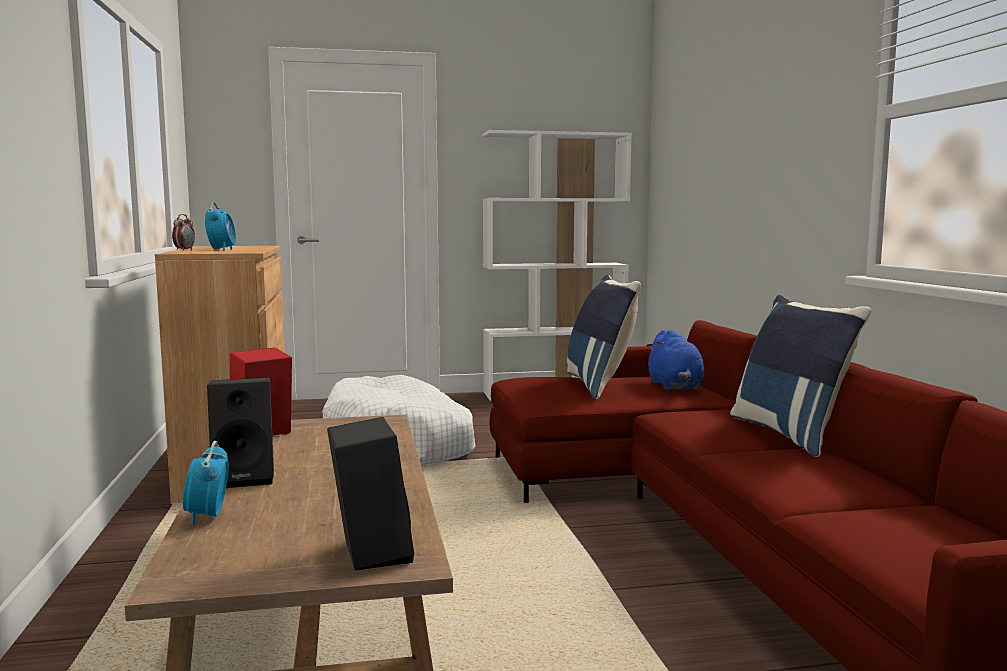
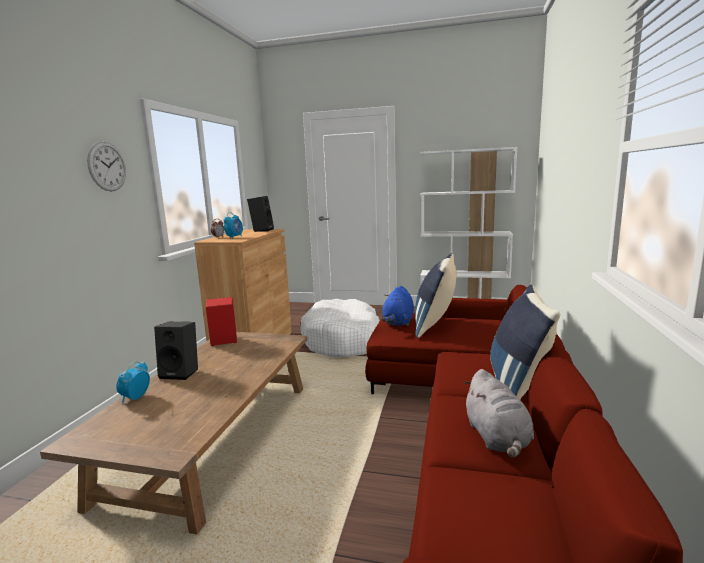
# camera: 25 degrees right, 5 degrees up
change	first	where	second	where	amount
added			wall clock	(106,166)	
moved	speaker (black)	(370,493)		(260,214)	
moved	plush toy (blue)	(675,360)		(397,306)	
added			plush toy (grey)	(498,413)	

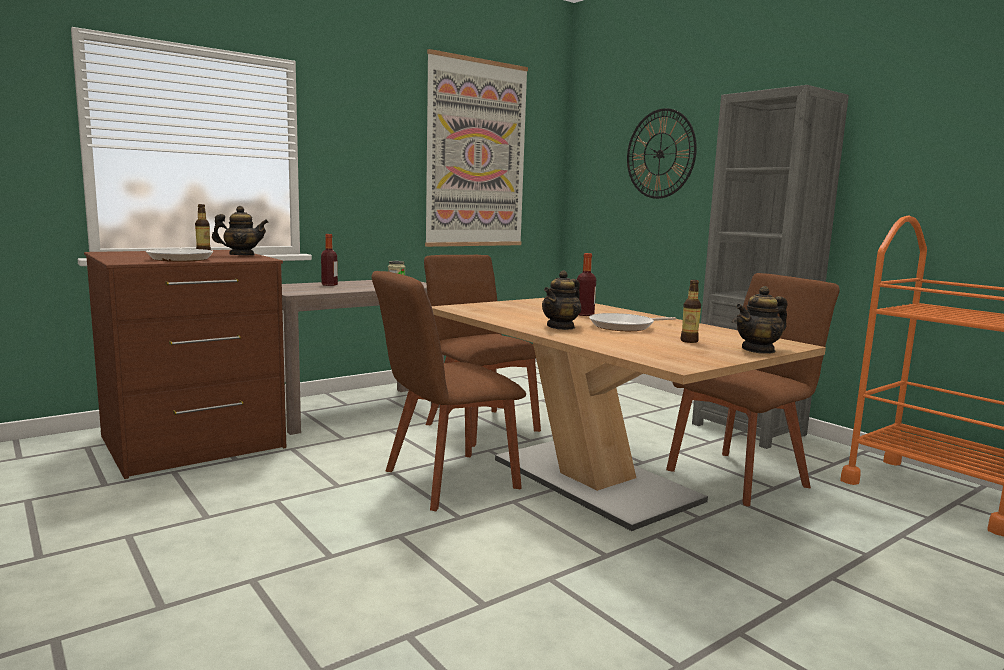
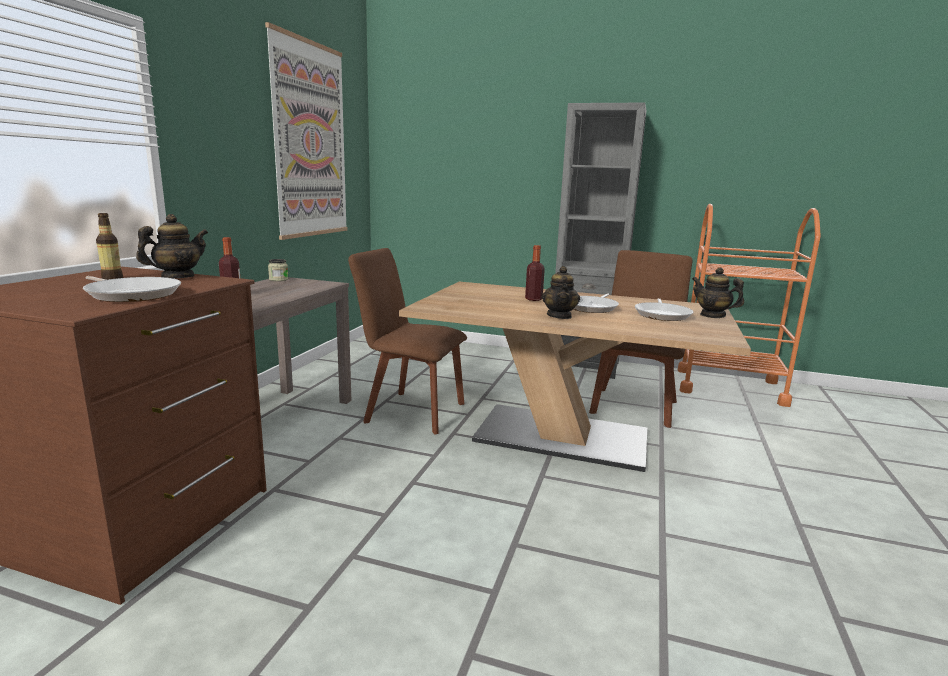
# camera: 35 degrees left, 5 degrees up
change	first	where	second	where	amount
replaced	bottle	(690,311)	frying pan	(664,309)	
turned	teapot	(761,320)		(718,292)	105 degrees clockwise
removed	chair (brown)	(449,391)			
removed	wall clock	(662,153)			

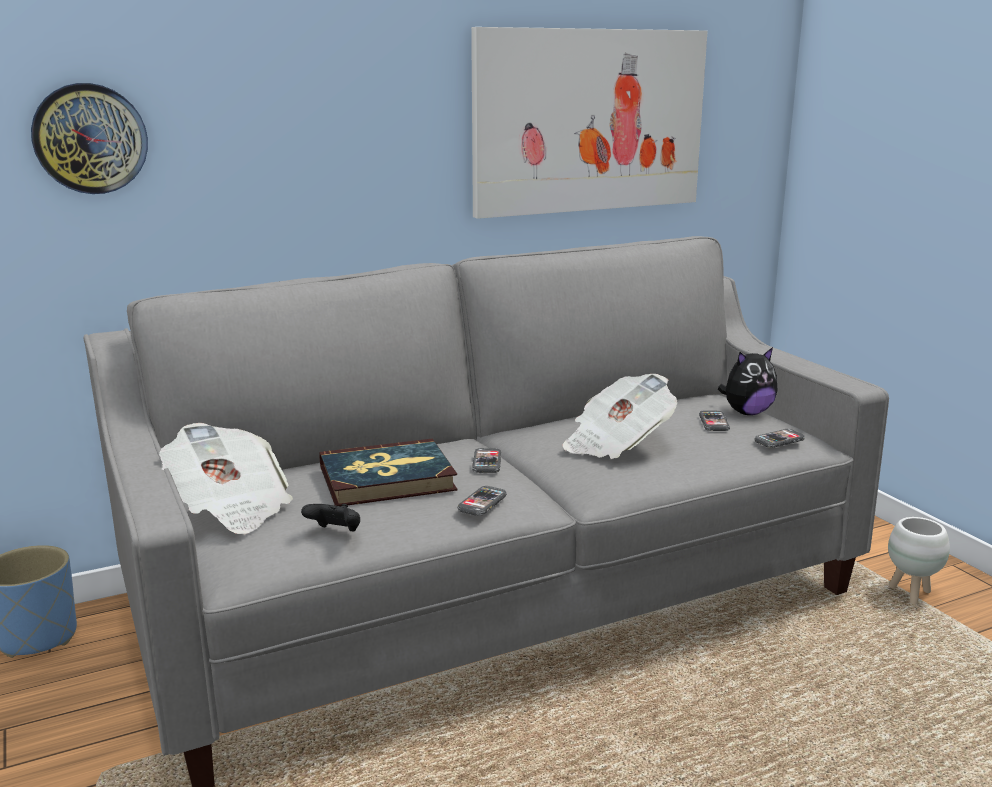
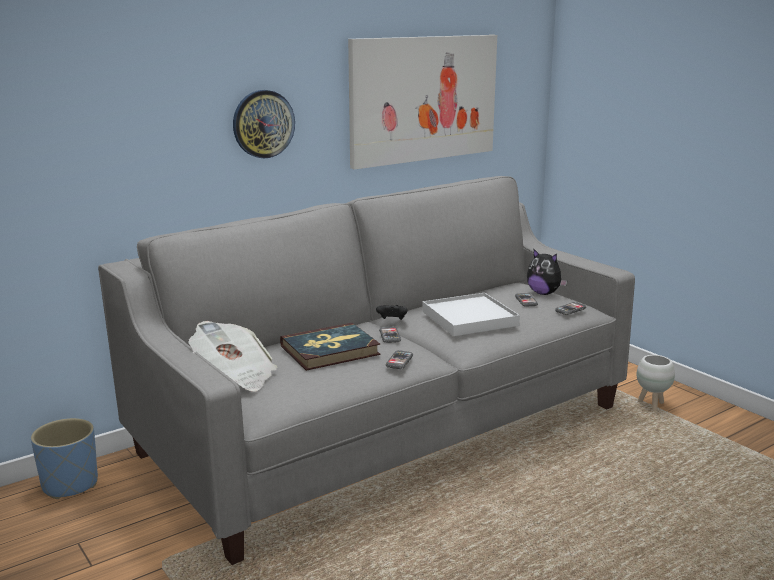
# camera: 10 degrees left, 0 degrees up
change	first	where	second	where	amount
moved	wall clock	(89,138)		(264,124)	
moved	game controller (black)	(330,518)		(391,312)	
replaced	newspaper	(619,416)	tray (white)	(471,314)	
turned	plush toy	(747,381)		(547,272)	75 degrees clockwise

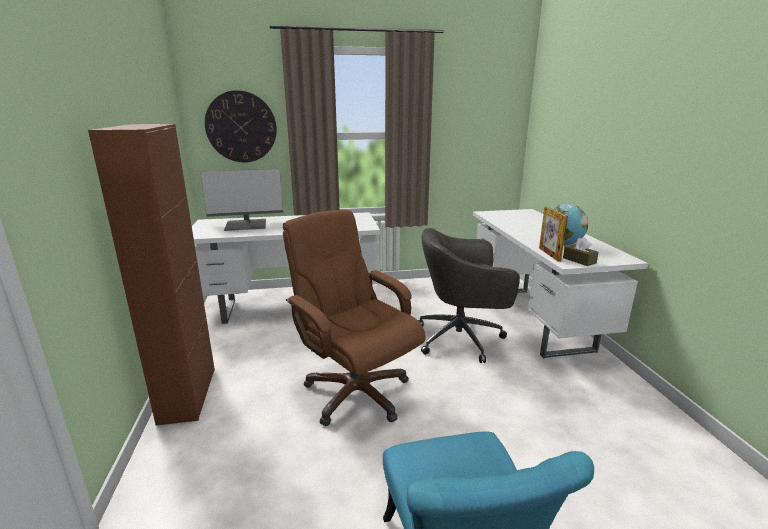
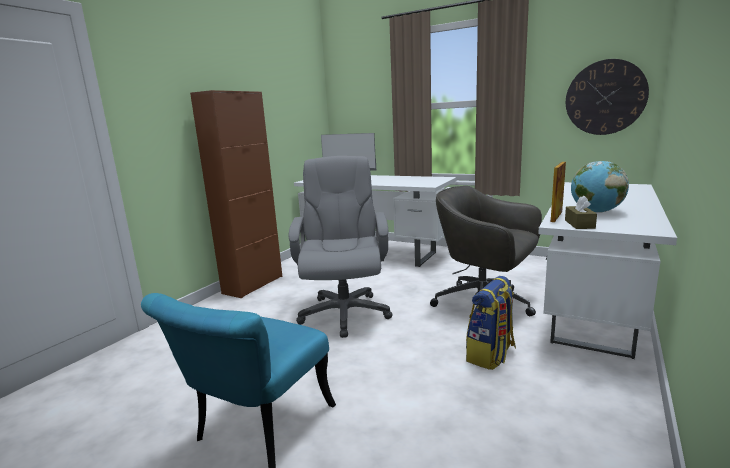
# camera: 40 degrees right, 5 degrees down
change	first	where	second	where	amount
recoloured	office chair (brown)	(354,317)	office chair (grey)	(341,247)	
added			backpack	(491,323)	
moved	wall clock	(241,126)		(607,97)	

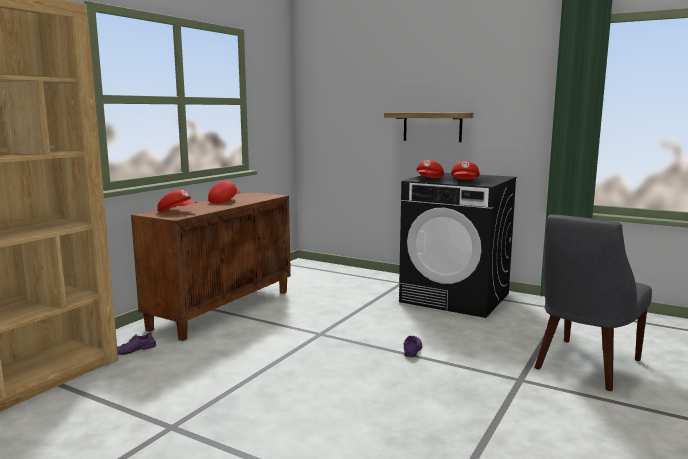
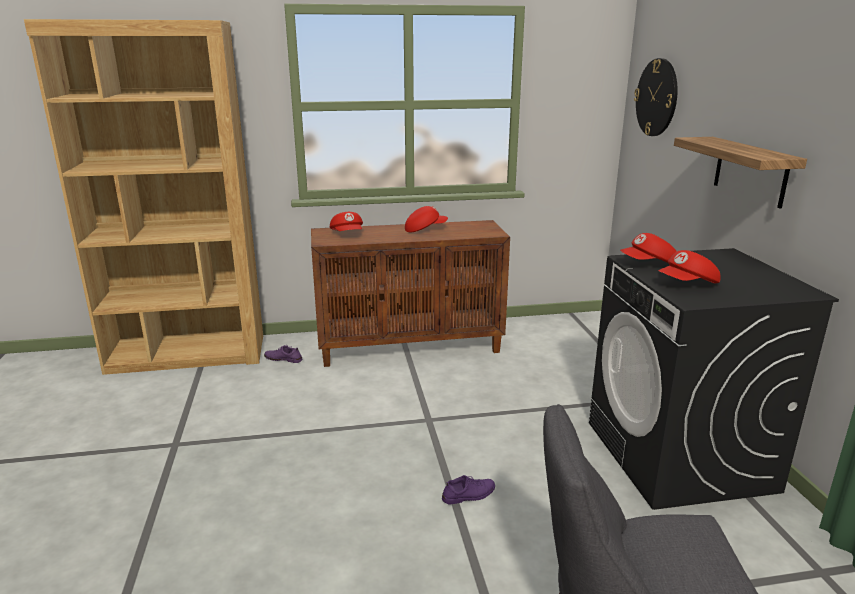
# camera: 50 degrees right, 10 degrees up
change	first	where	second	where	amount
added			wall clock	(656,97)	

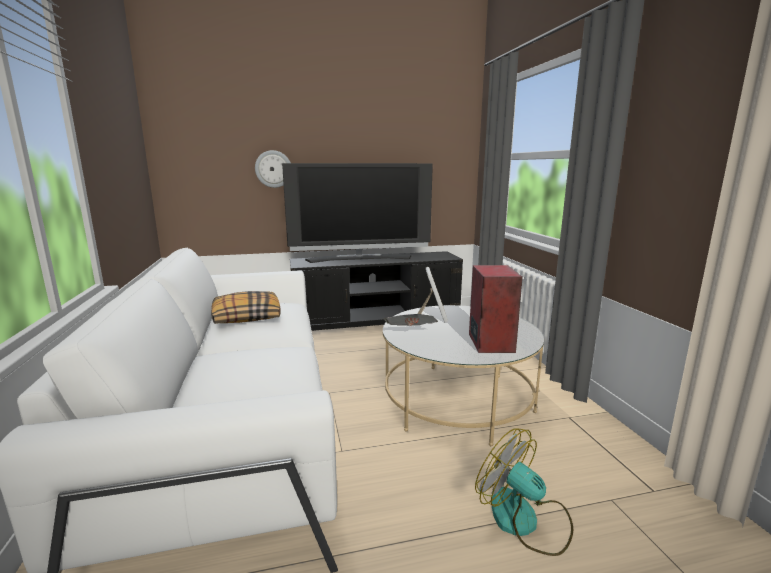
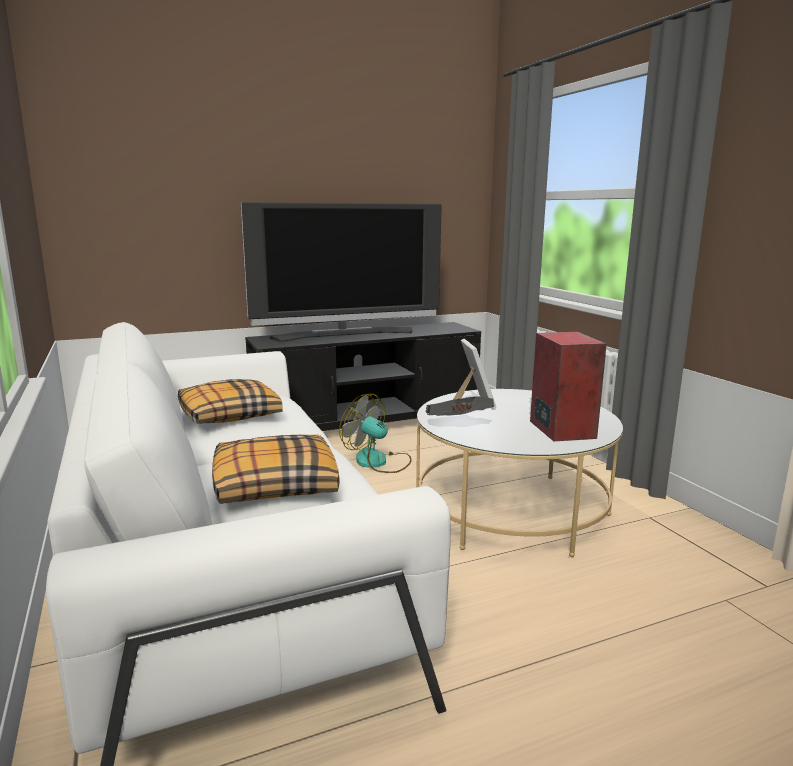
# camera: 10 degrees left, 0 degrees up
change	first	where	second	where	amount
added			pillow	(276,469)	
moved	fan	(524,492)		(375,433)	
removed	wall clock	(273,169)			

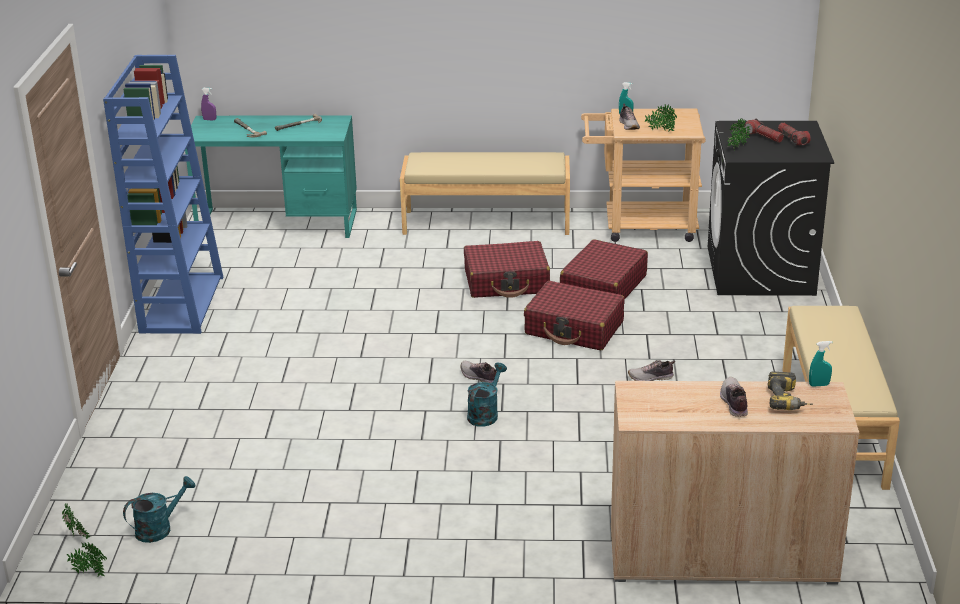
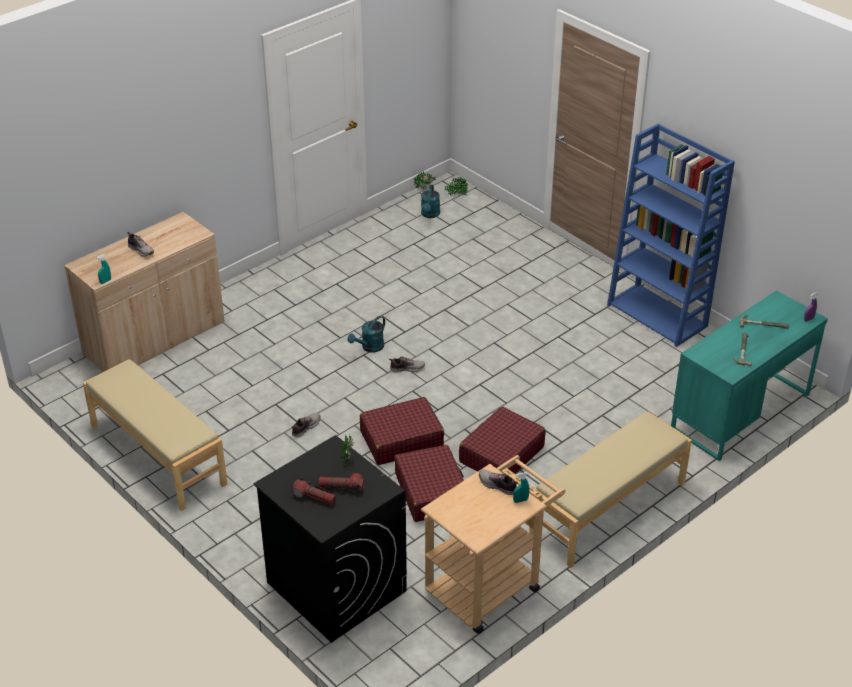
# camera: 135 degrees right, 10 degrees up
change	first	where	second	where	amount
turned	watering can (turquoise)	(487,395)		(366,334)	60 degrees clockwise
removed	potted plant	(661,118)			
removed	power drill	(790,390)			

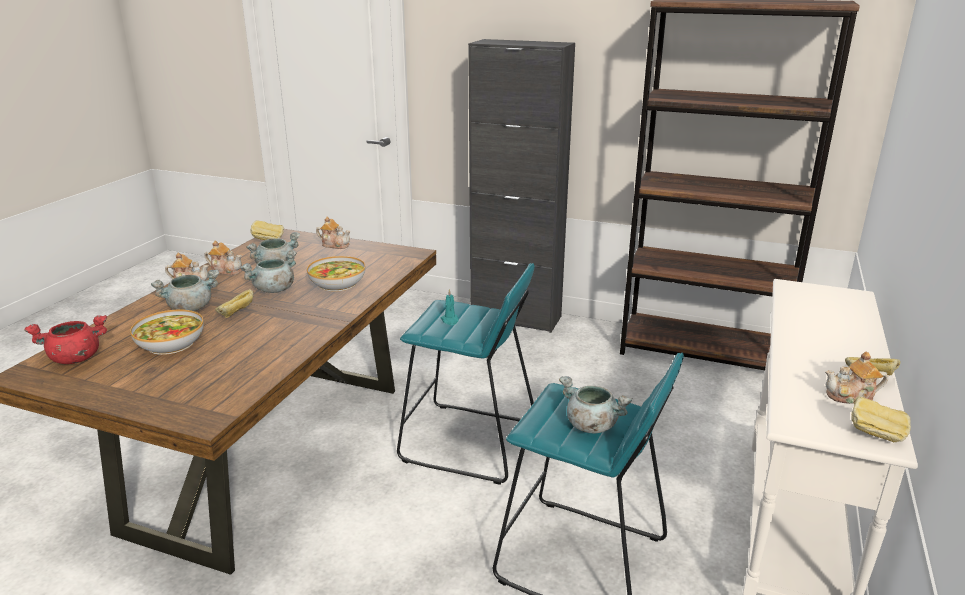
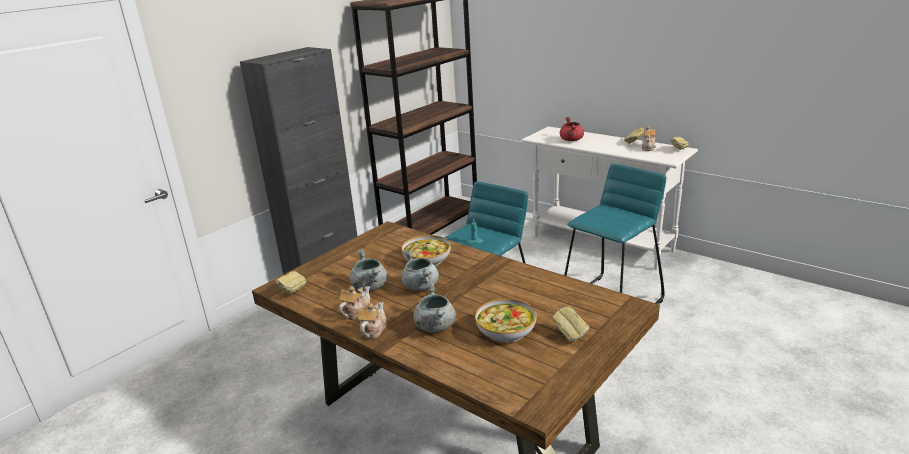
# camera: 70 degrees left, 0 degrees up
change	first	where	second	where	amount
moved	bread	(234,303)		(571,324)	
moved	cooking pot (red)	(65,339)		(572,129)	
removed	teapot	(333,233)			
removed	cooking pot (grey)	(595,404)			

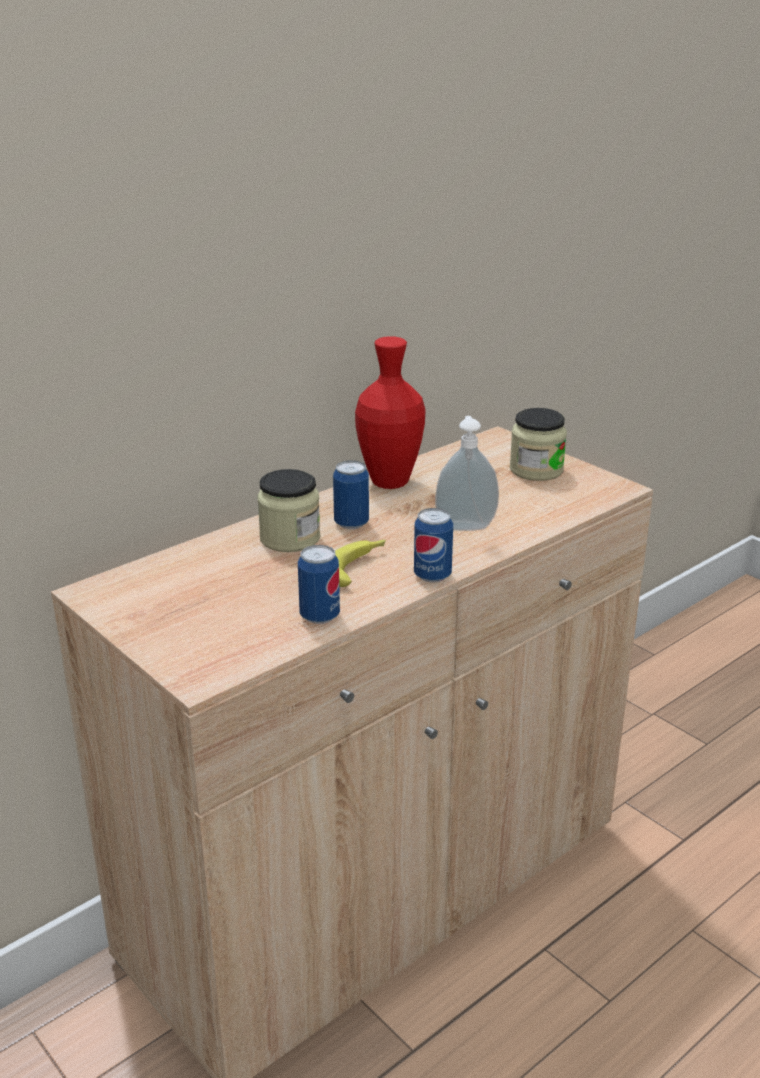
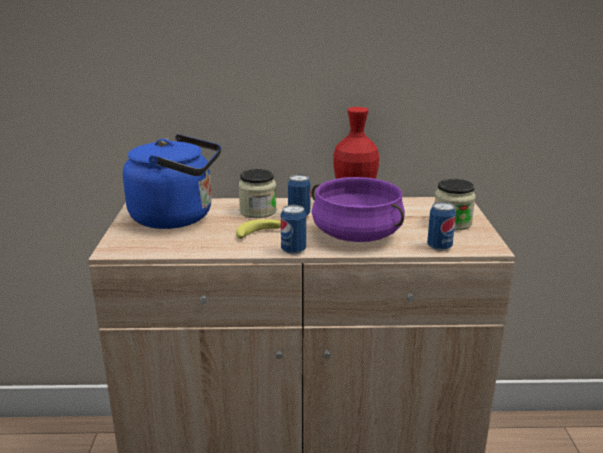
# camera: 40 degrees right, 5 degrees down
change	first	where	second	where	amount
added			kettle (blue)	(172,181)	
replaced	soap dispenser	(467,473)	cooking pot (purple)	(358,209)	
moved	can	(319,584)		(441,226)	

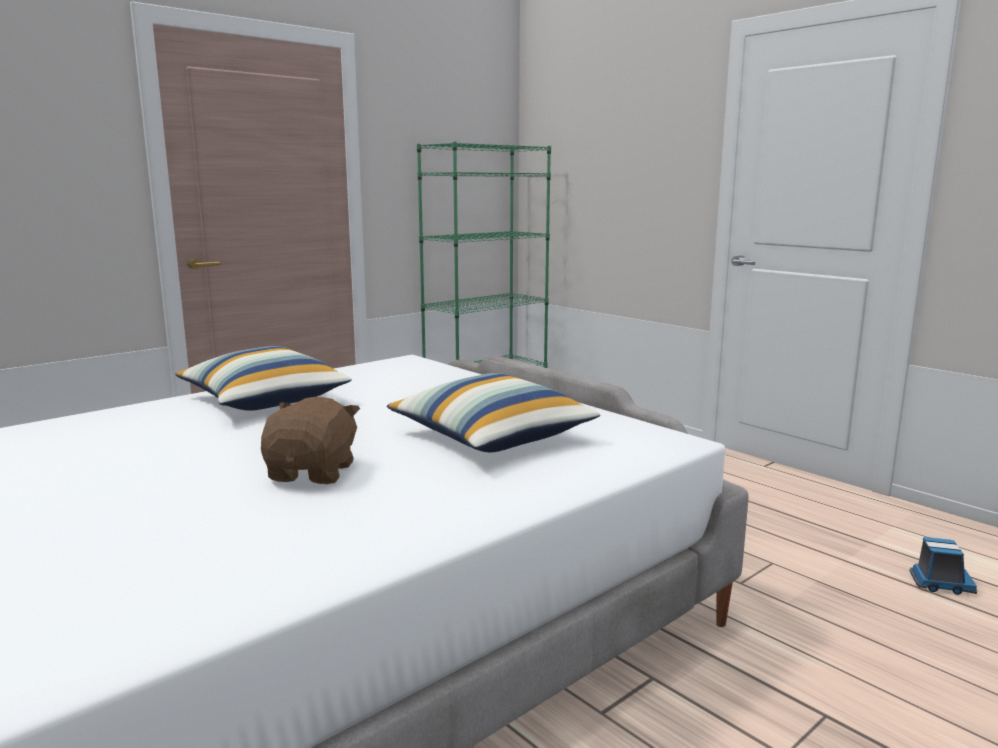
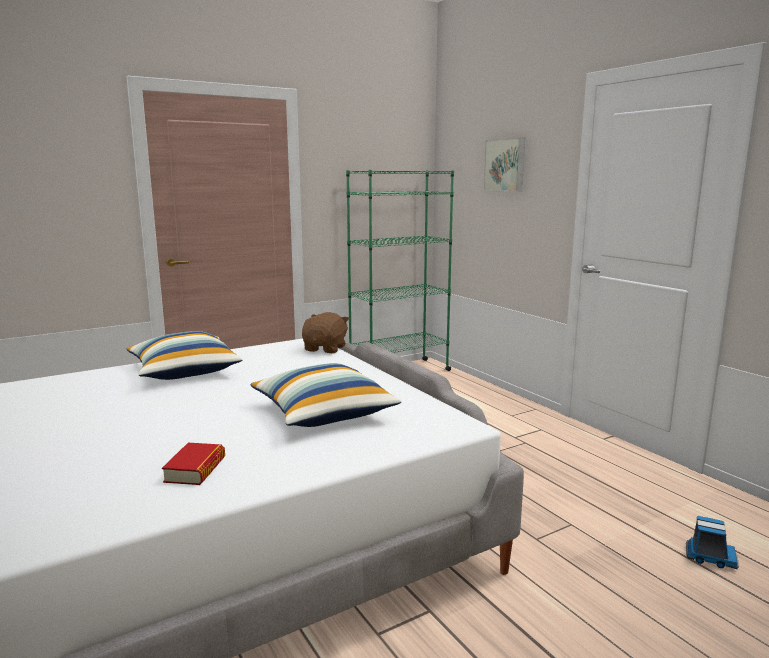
# camera: 10 degrees right, 0 degrees up
change	first	where	second	where	amount
added			book	(193,464)	
moved	plush toy (brown)	(310,440)		(325,332)	
added			picture	(504,164)	

